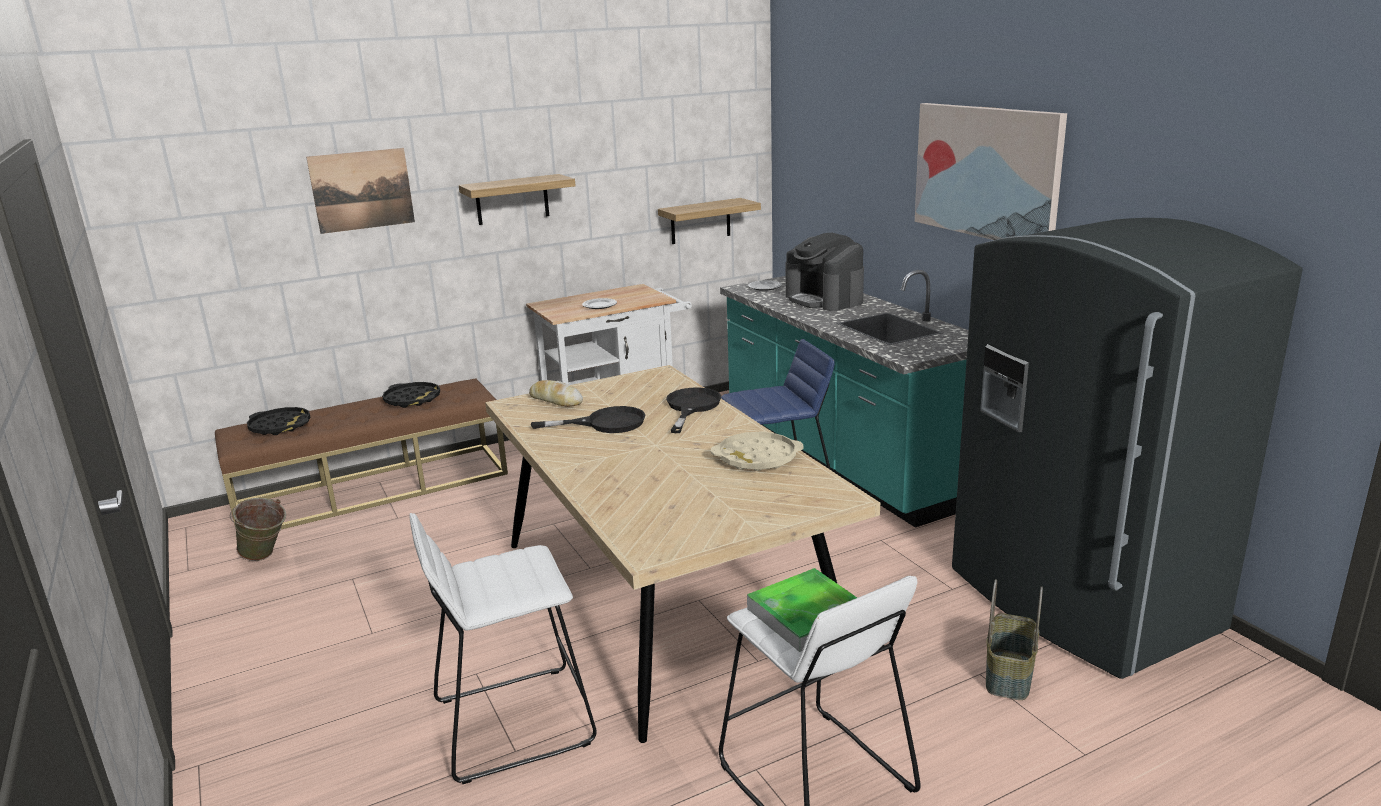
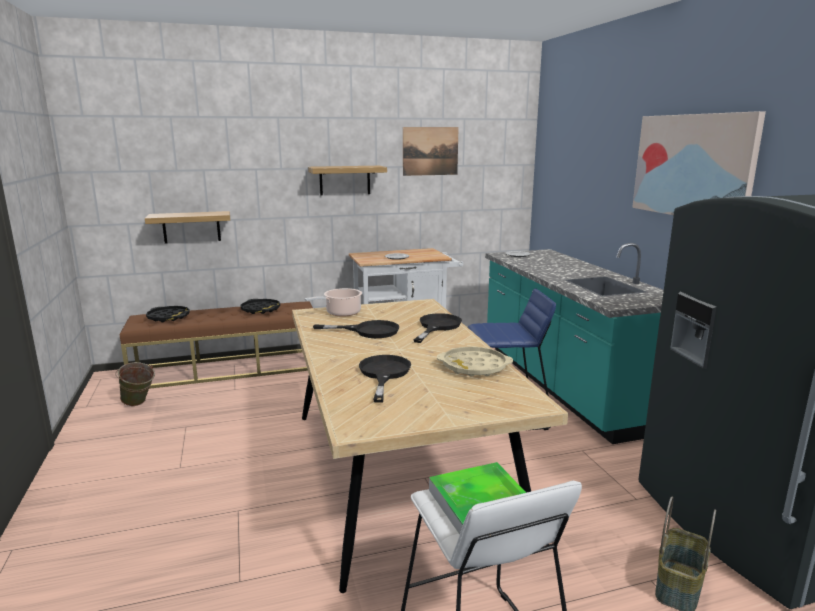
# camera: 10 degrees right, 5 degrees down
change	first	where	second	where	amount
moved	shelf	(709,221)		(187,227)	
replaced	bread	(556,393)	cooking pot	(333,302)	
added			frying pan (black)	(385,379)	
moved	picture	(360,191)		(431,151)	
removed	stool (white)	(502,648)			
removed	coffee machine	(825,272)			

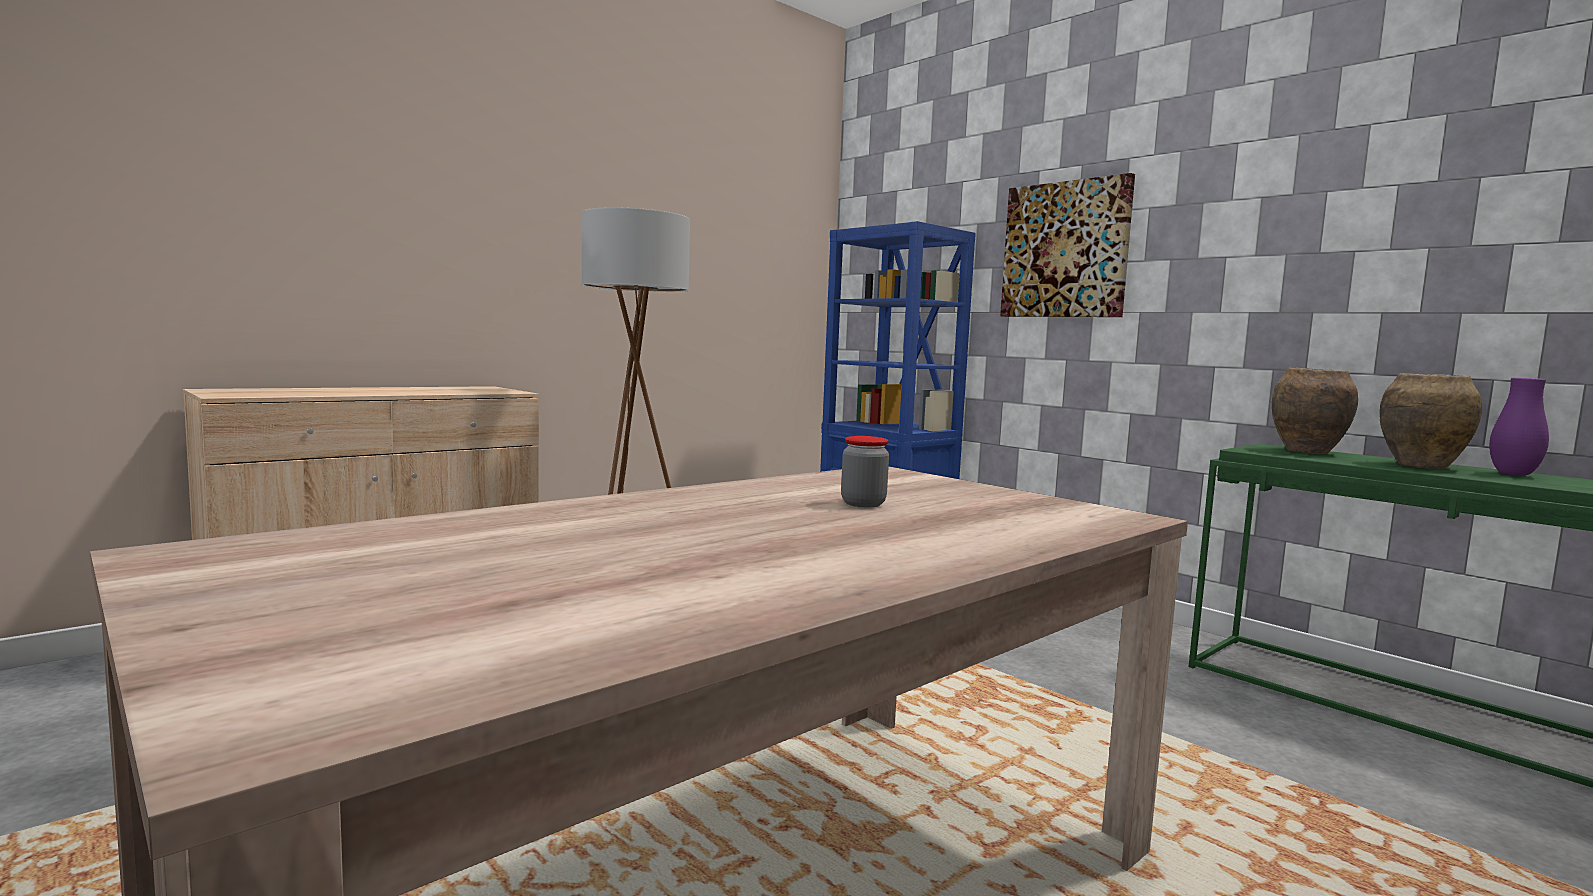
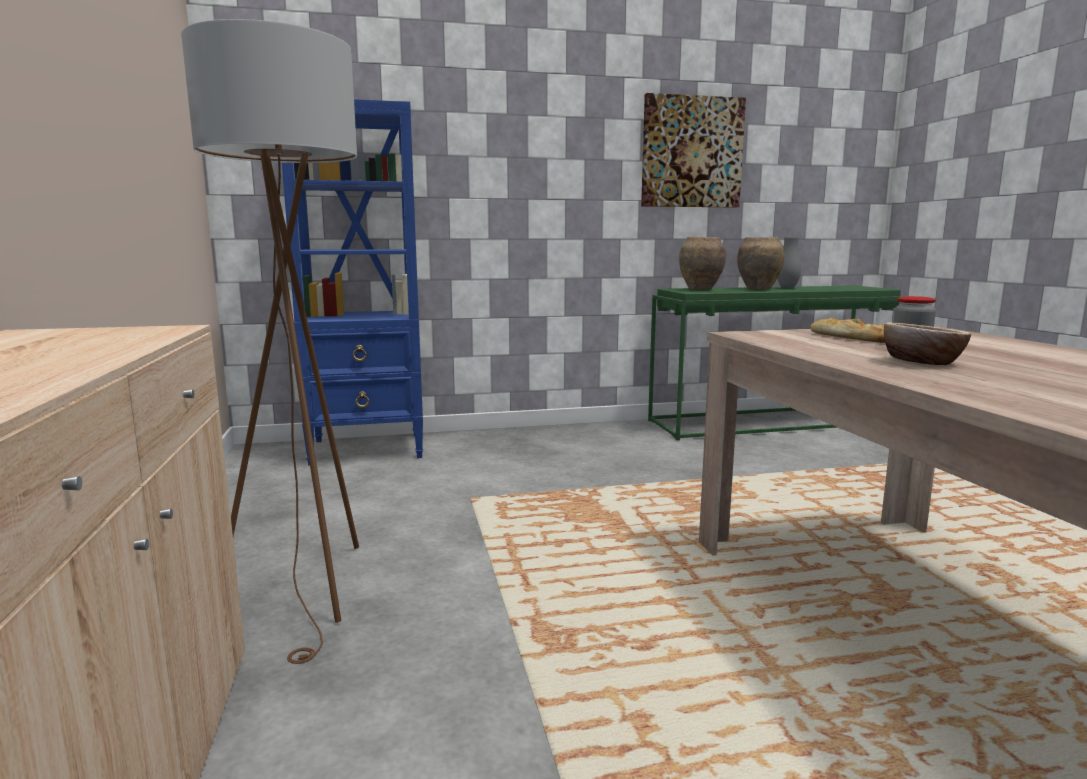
# camera: 60 degrees left, 5 degrees up
change	first	where	second	where	amount
moved	picture	(1067,245)		(693,150)	
recoloured	vase (purple)	(1519,427)	vase (grey)	(789,262)	
added			bread	(847,330)	
added			bowl	(927,343)	

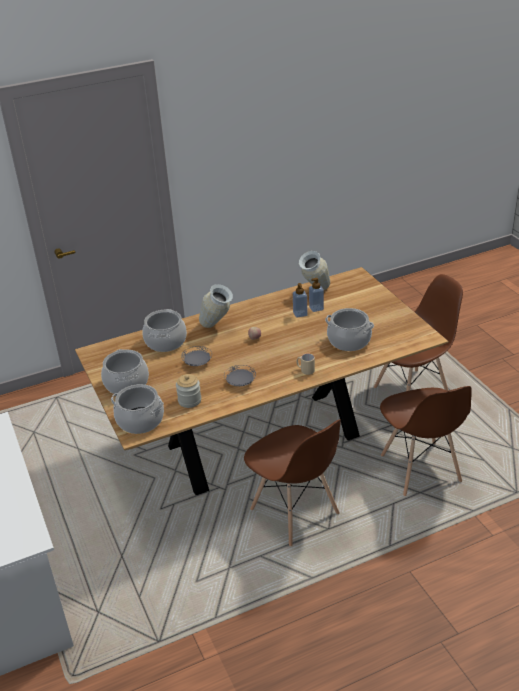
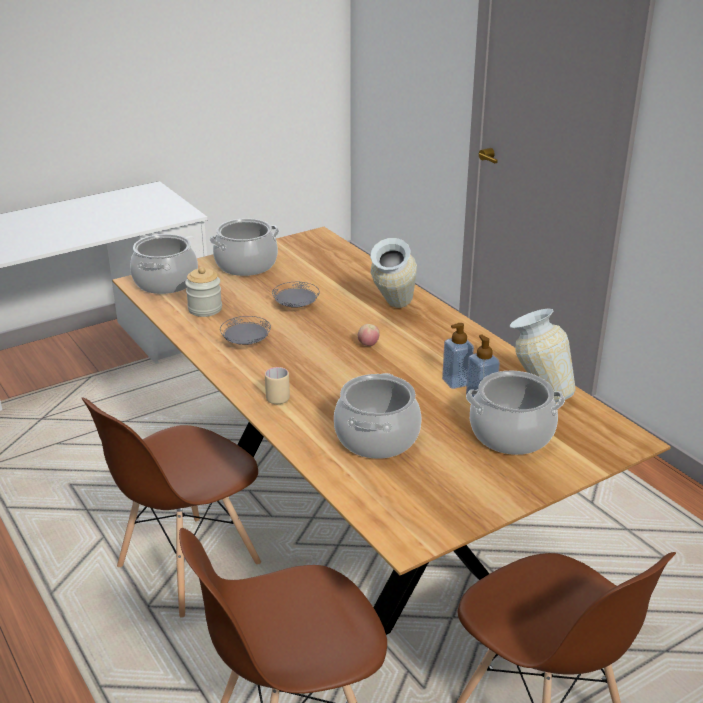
# camera: 80 degrees right, 5 degrees down
change	first	where	second	where	amount
moved	cooking pot	(165,330)		(515,413)	

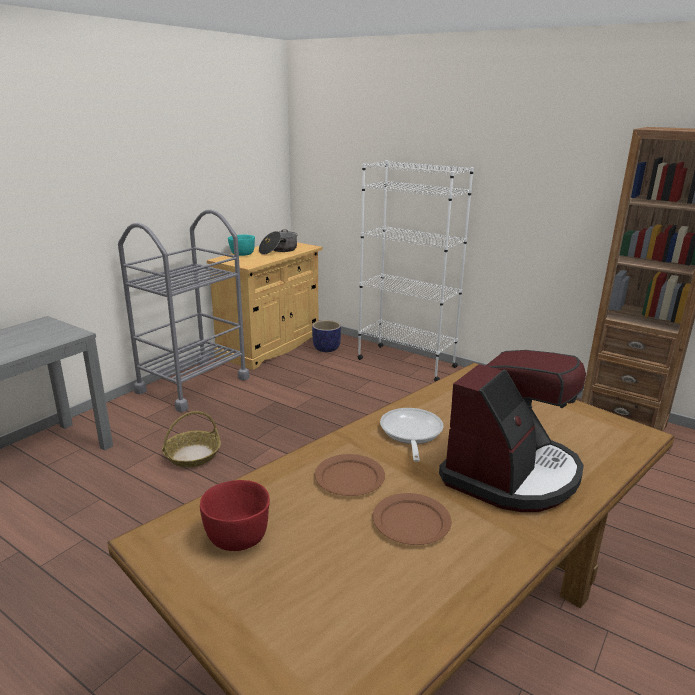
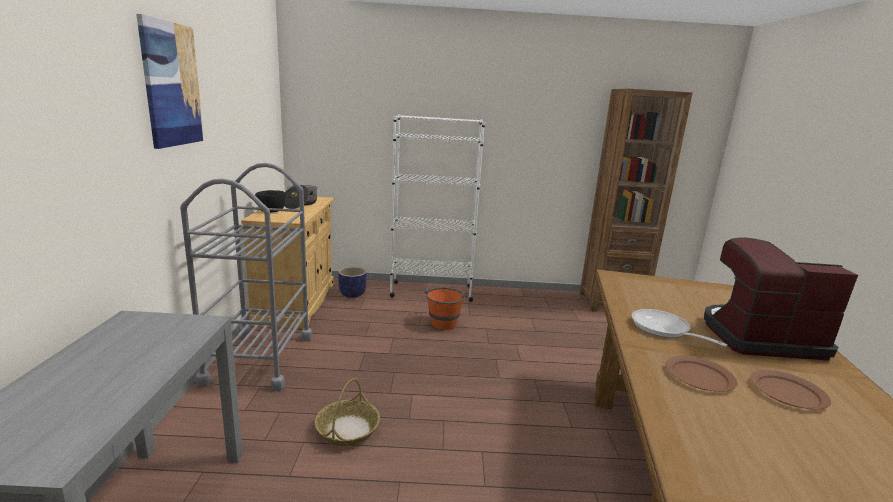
# camera: 35 degrees left, 5 degrees down
change	first	where	second	where	amount
added			picture	(170,81)	
recoloured	bowl (turquoise)	(241,245)	bowl (black)	(270,201)	
added			bucket (orange)	(446,308)	
turned	coffee machine	(512,431)		(781,299)	90 degrees counterclockwise
removed	bowl (red)	(235,515)			

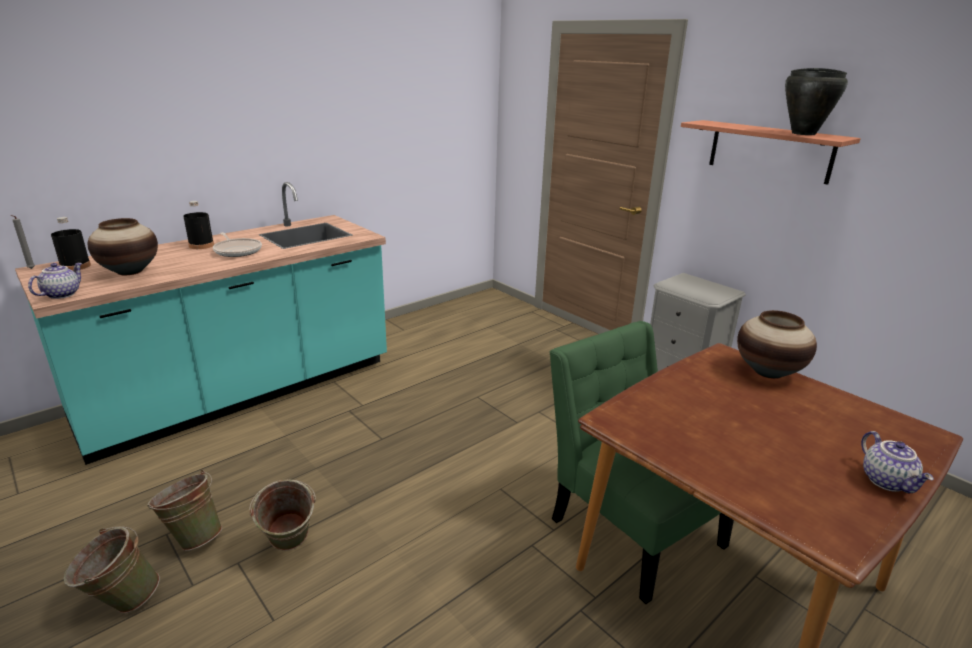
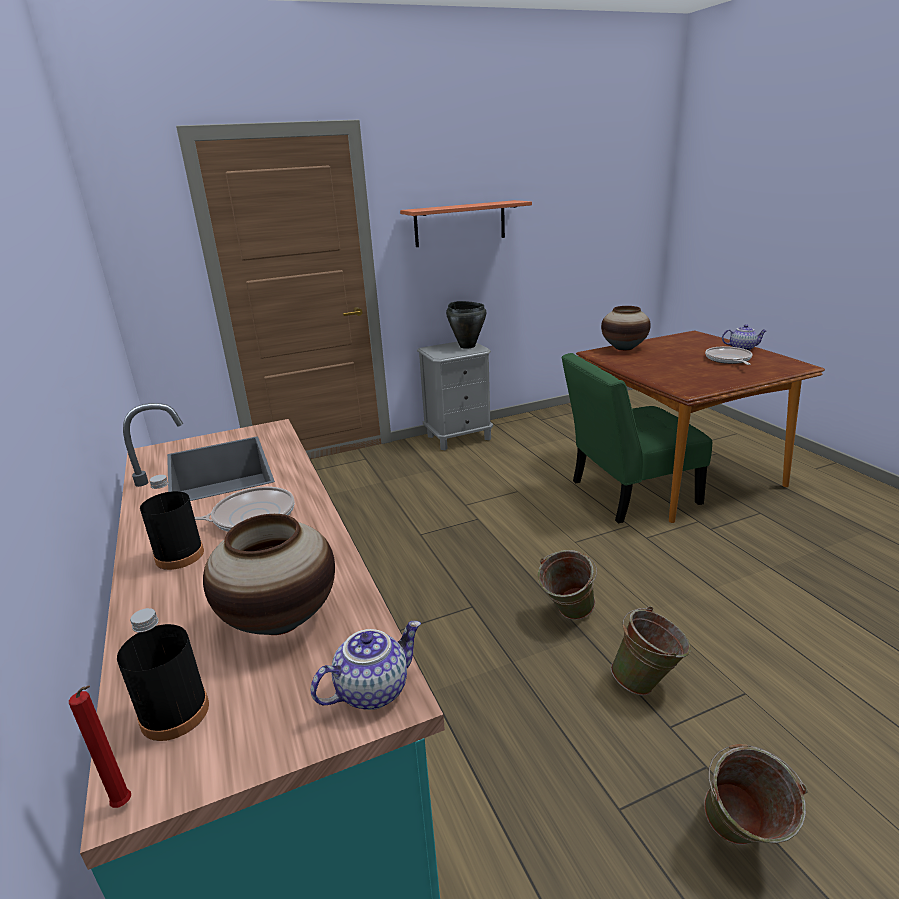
# camera: 70 degrees left, 0 degrees up
change	first	where	second	where	amount
recoloured	candle (grey)	(23,242)	candle (red)	(100,746)	
turned	teapot	(55,281)		(366,665)	105 degrees clockwise
moved	cooking pot (black)	(816,101)		(466,325)	
moved	bucket (green)	(184,510)		(567,585)	
added			frying pan	(729,355)	

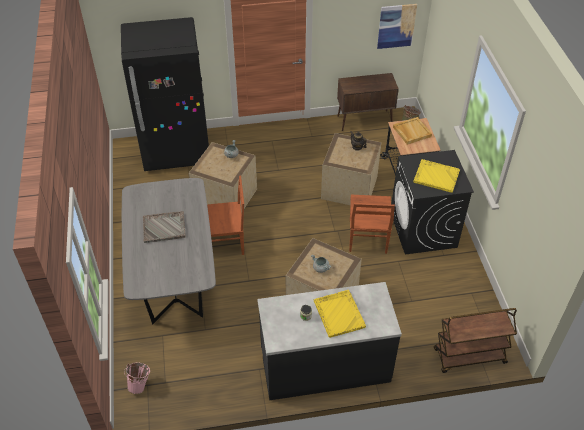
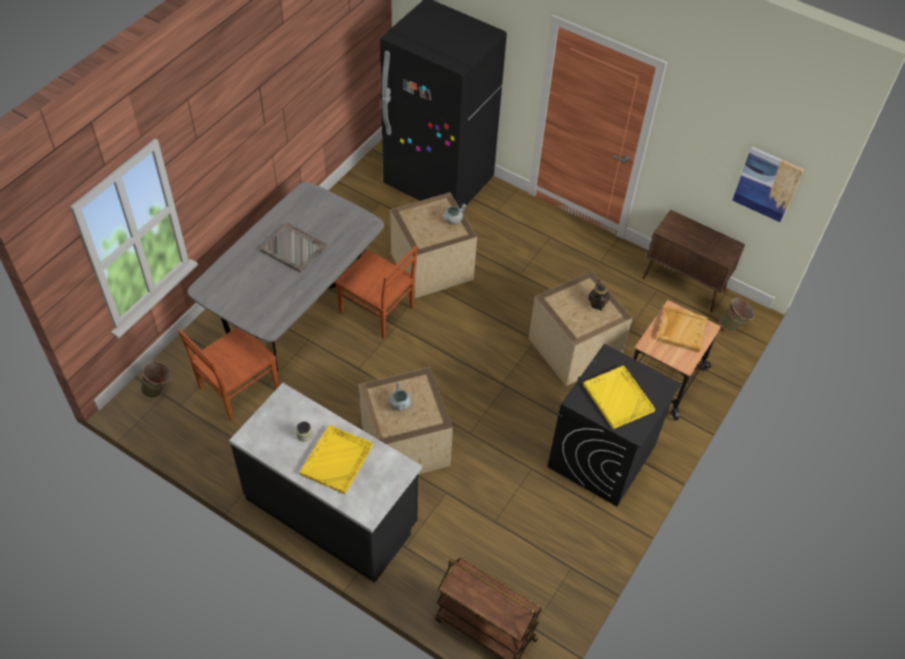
# camera: 40 degrees right, 5 degrees up
change	first	where	second	where	amount
recoloured	bucket (pink)	(137,378)	bucket (green)	(155,379)	
moved	chair (brown)	(372,224)		(228,374)	

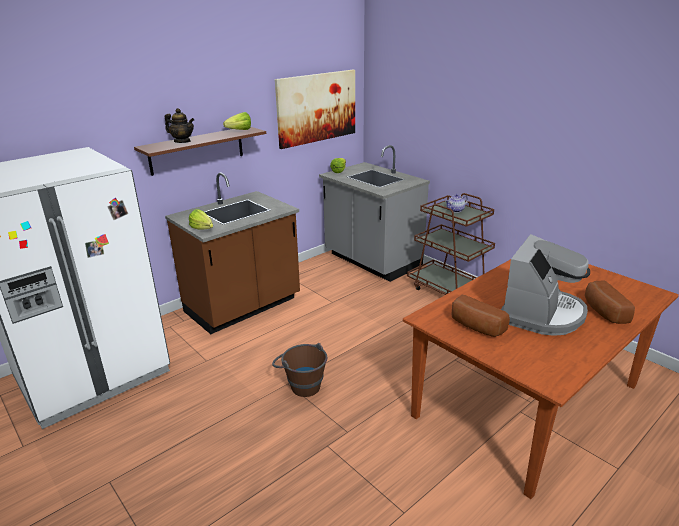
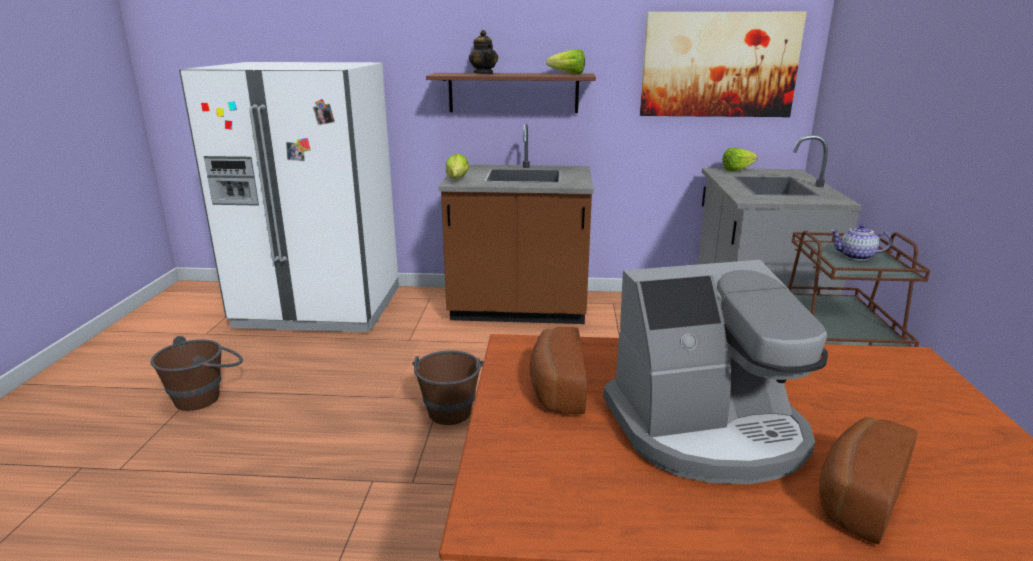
# camera: 45 degrees right, 5 degrees down
change	first	where	second	where	amount
added			bucket (brown)	(196,373)	

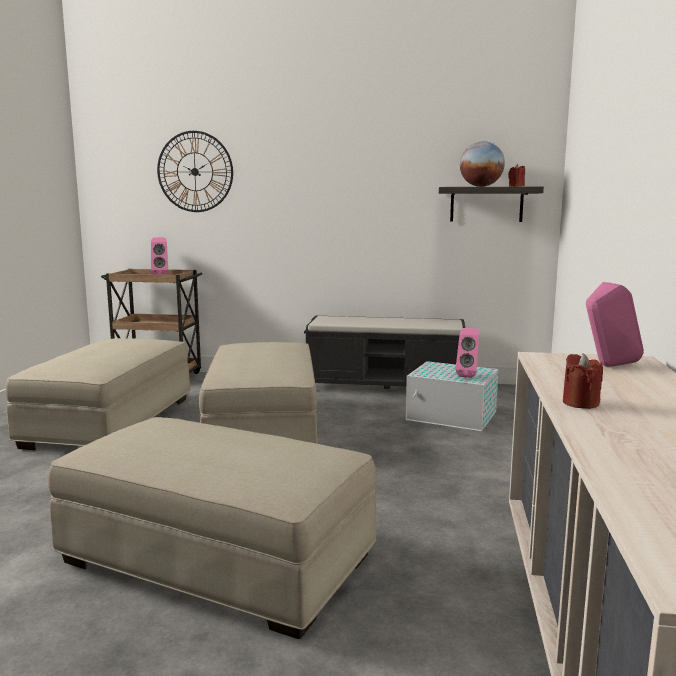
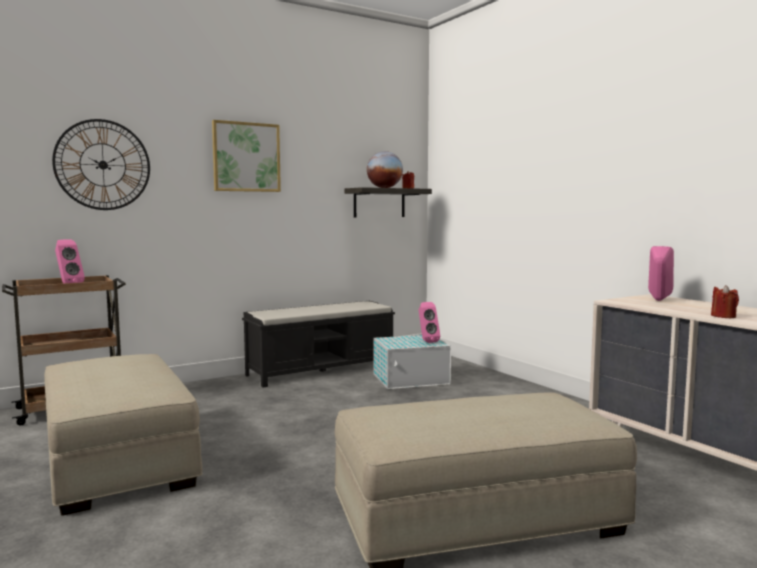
# camera: 40 degrees left, 5 degrees down
change	first	where	second	where	amount
added			picture	(246,156)	
removed	ottoman (beige)	(258,393)			

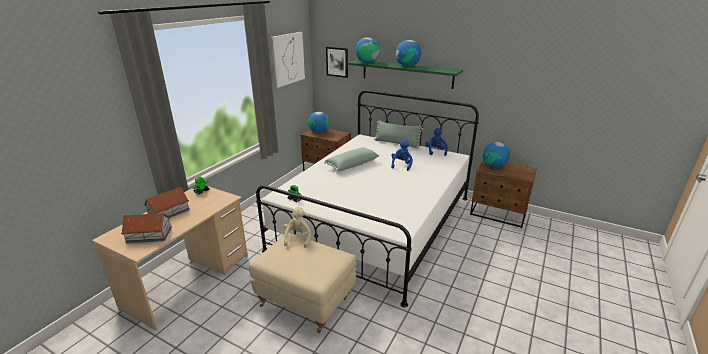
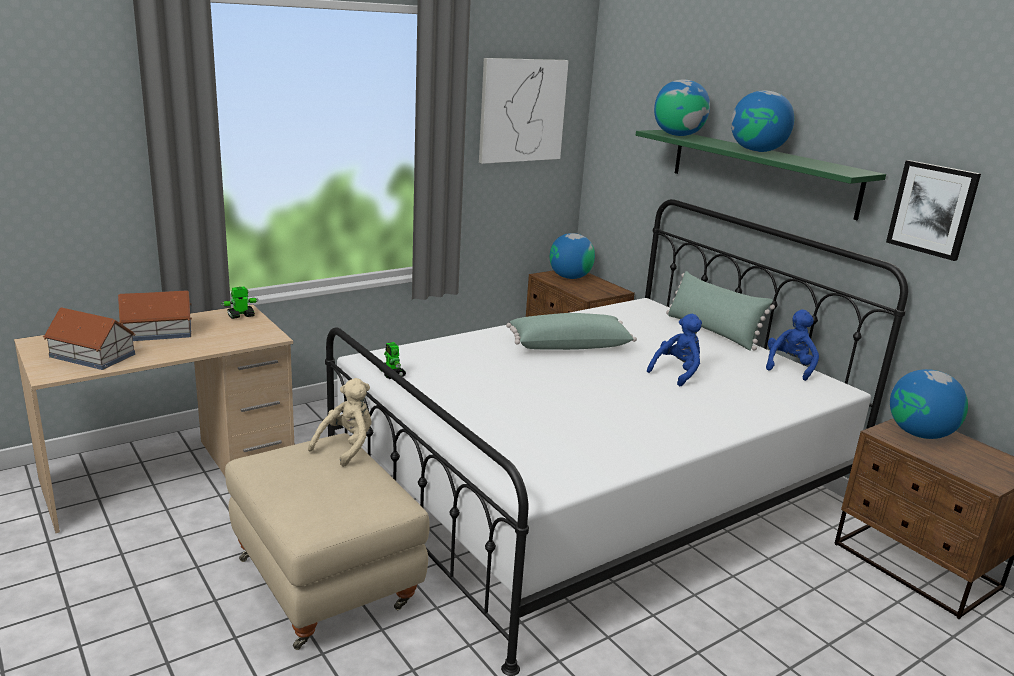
# camera: 25 degrees right, 5 degrees down
change	first	where	second	where	amount
moved	picture	(337,62)		(933,210)	

